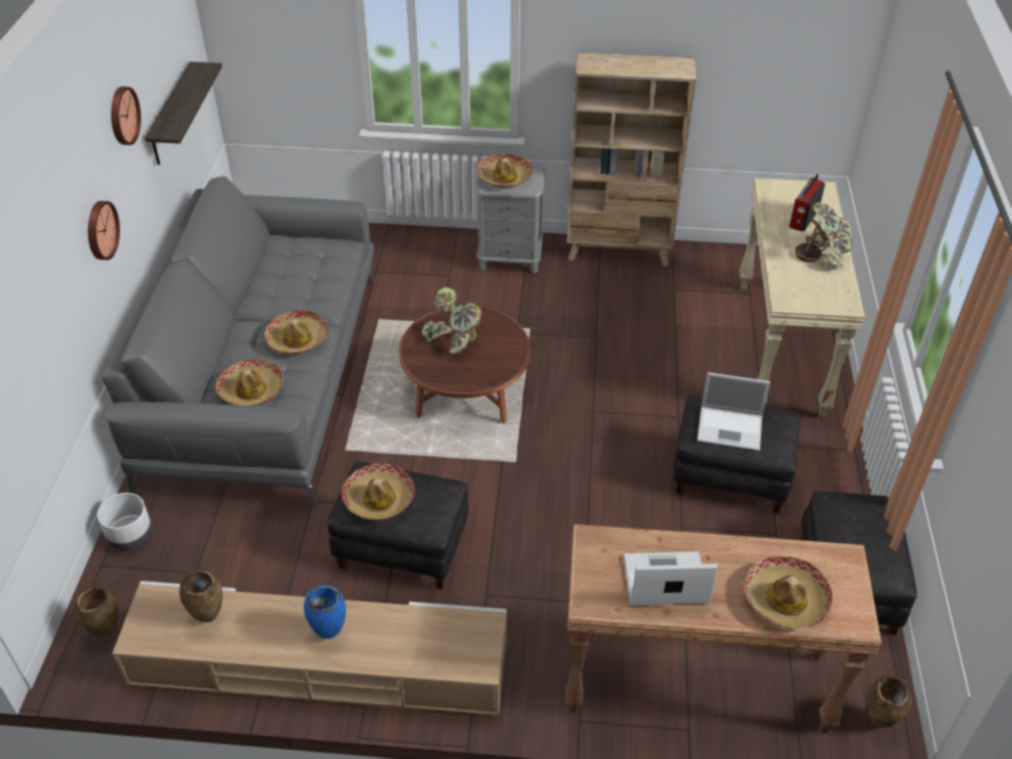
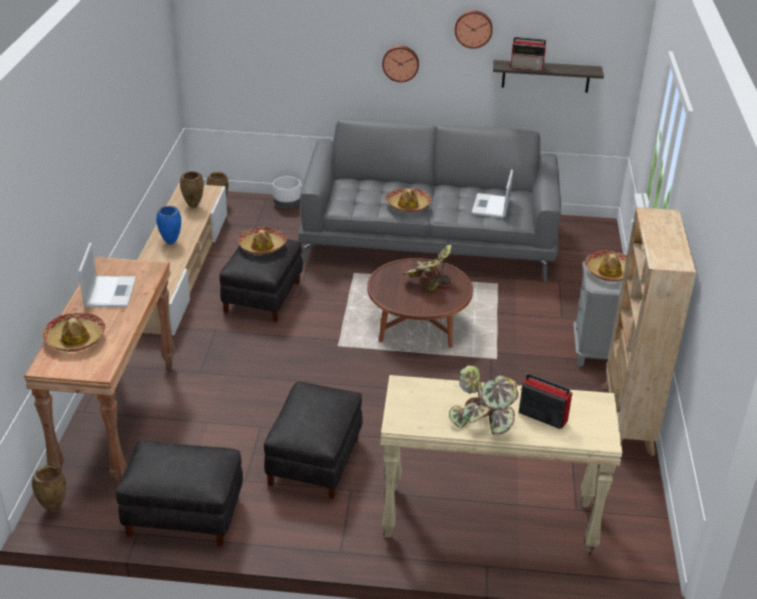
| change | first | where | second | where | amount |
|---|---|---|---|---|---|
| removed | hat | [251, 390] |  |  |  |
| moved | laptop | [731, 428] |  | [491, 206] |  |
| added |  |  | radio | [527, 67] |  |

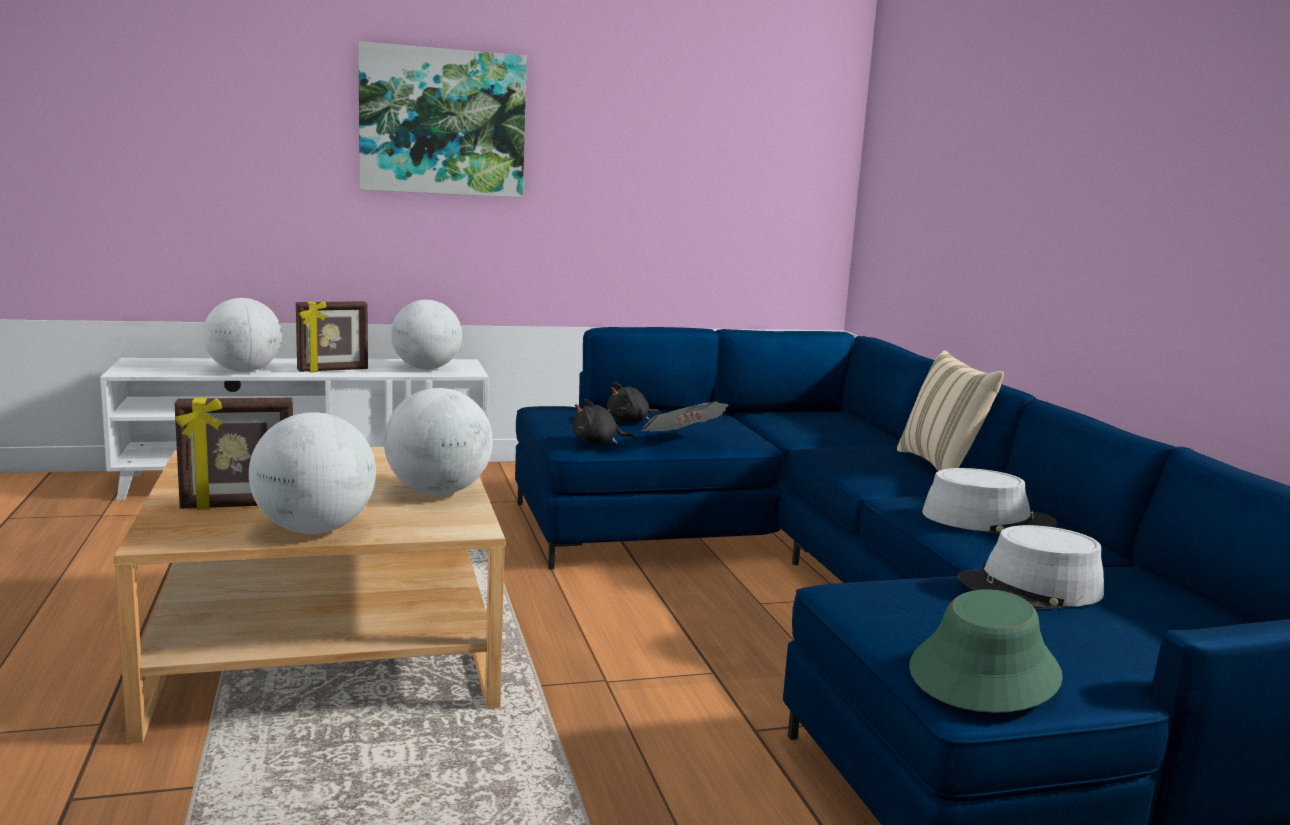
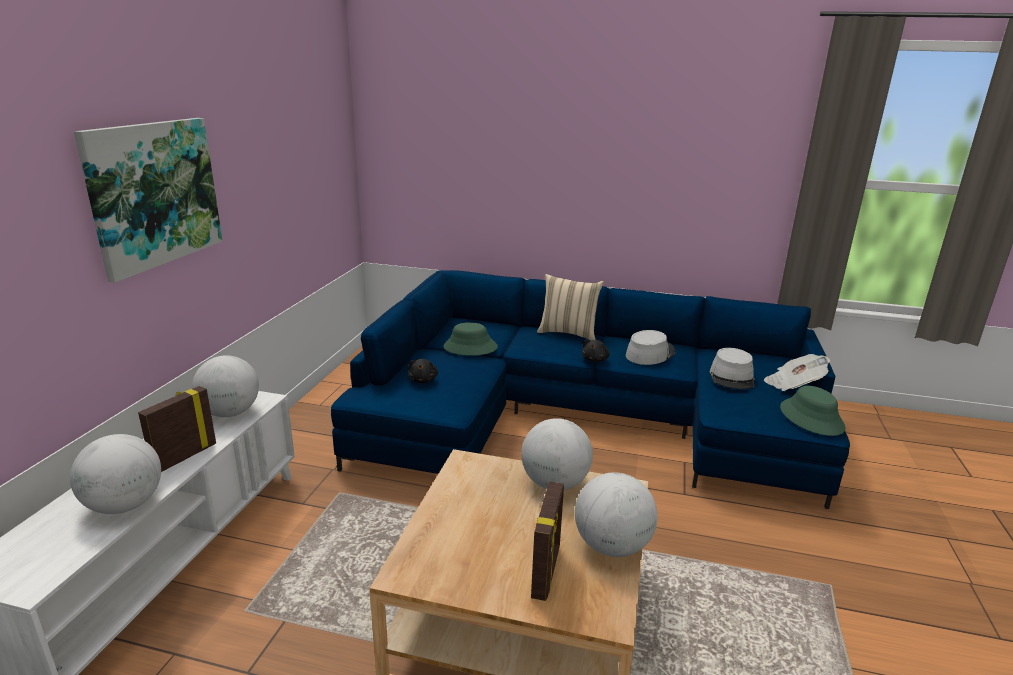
| change | first | where | second | where | amount |
|---|---|---|---|---|---|
| turned | picture frame | [333, 370] |  | [184, 456] | 150 degrees counterclockwise |
| moved | plush toy (black) | [598, 443] |  | [595, 359] |  |
| moved | newspaper | [682, 440] |  | [793, 385] |  |
| added |  |  | hat (green) | [470, 347] |  |

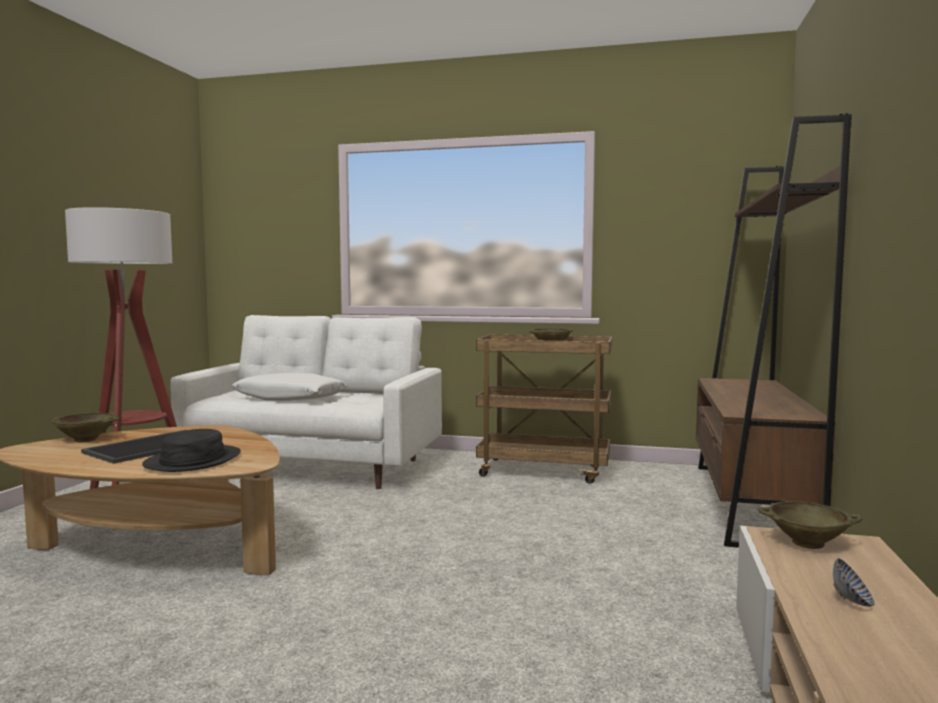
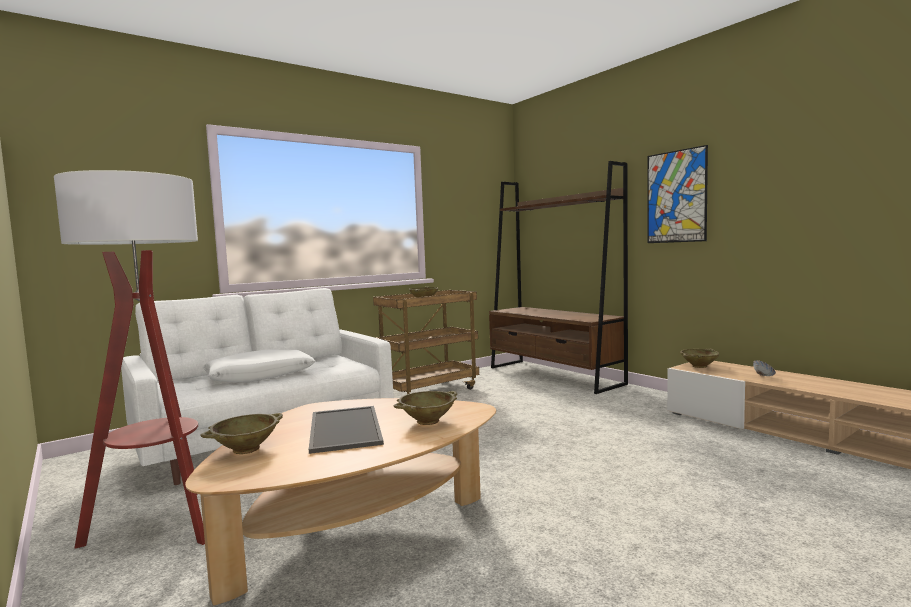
| change | first | where | second | where | amount |
|---|---|---|---|---|---|
| replaced | hat (black) | [193, 460] | bowl (beige) | [427, 421] |  |
| added |  |  | picture | [676, 196] |  |

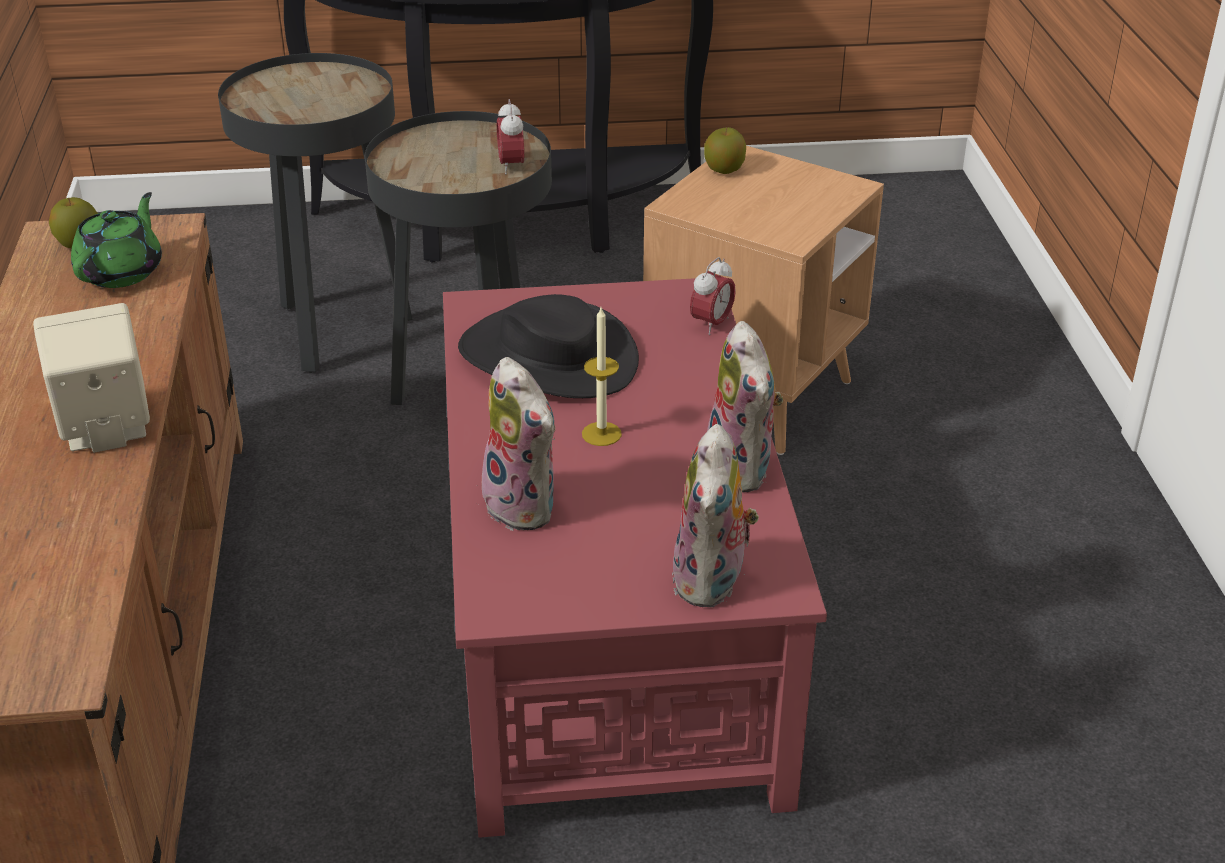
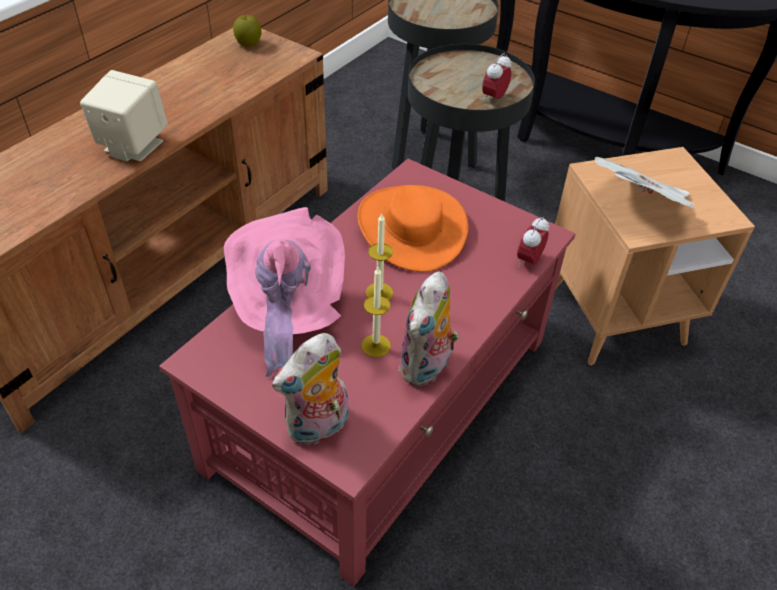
| change | first | where | second | where | amount |
|---|---|---|---|---|---|
| removed | apple | [724, 170] |  |  |  |
| removed | teapot (green) | [122, 272] |  |  |  |
| turned | alarm clock | [711, 324] |  | [529, 261] | 135 degrees clockwise |
| recoloured | hat (black) | [548, 356] | hat (orange) | [412, 228] |  |
| replaced | plush toy | [526, 506] | hat (pink) | [287, 311] |  |
| added |  |  | newspaper | [641, 205] |  |
| added |  |  | candle | [376, 345] |  |

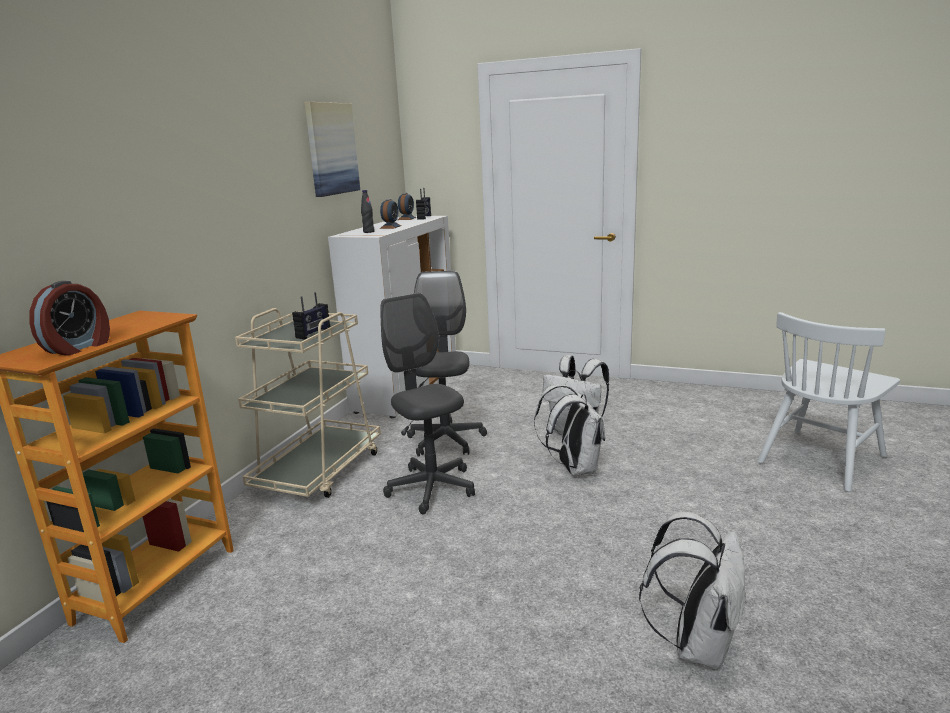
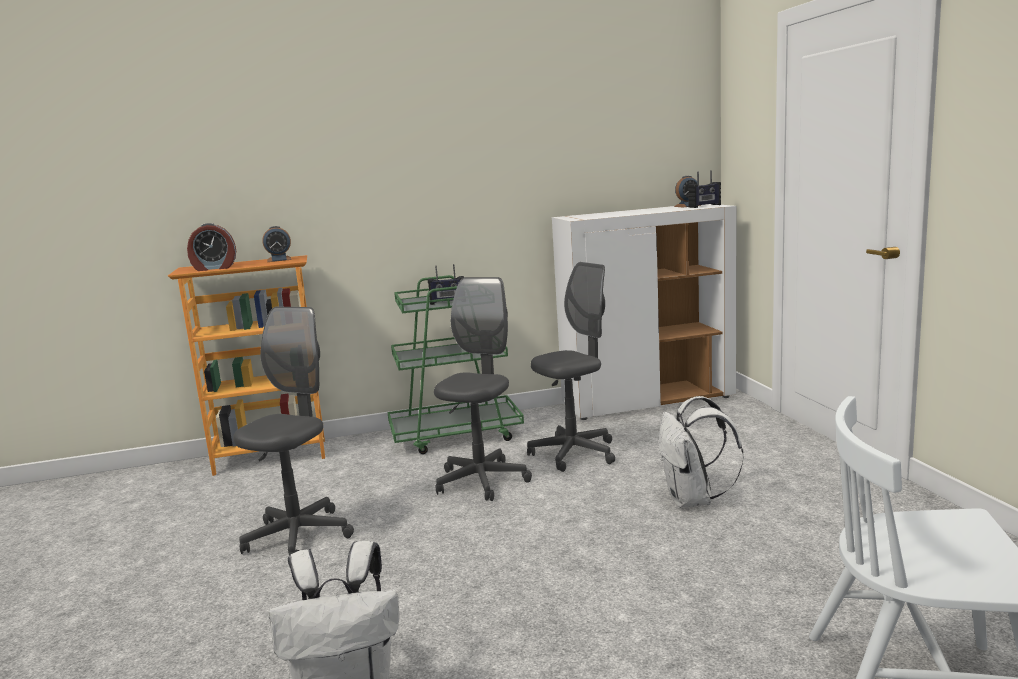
| change | first | where | second | where | amount |
|---|---|---|---|---|---|
| removed | picture | [331, 149] |  |  |  |
| removed | bottle (black) | [368, 232] |  |  |  |
| moved | alarm clock | [390, 227] |  | [279, 260] |  |
| recoloured | cart (beige) | [319, 471] | cart (green) | [456, 435] |  |
| removed | backpack (white) | [574, 468] |  |  |  |
| added |  |  | office chair (grey) | [298, 536] |  |

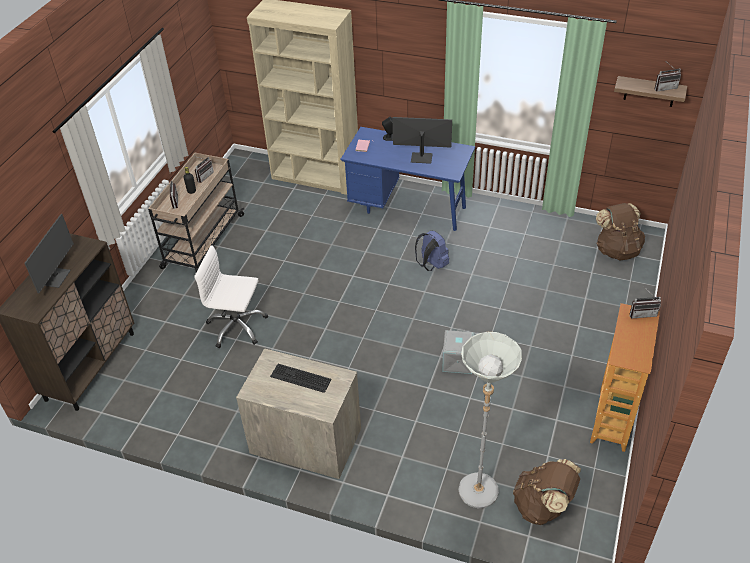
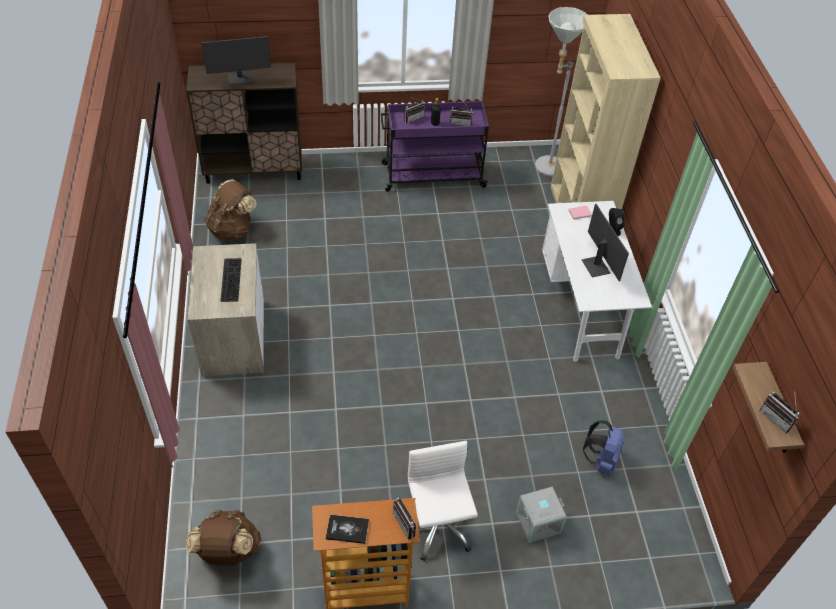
| change | first | where | second | where | amount |
|---|---|---|---|---|---|
| recoloured | desk (blue) | [408, 208] | desk (white) | [582, 309] |  |
| recoloured | cart (beige) | [202, 242] | cart (purple) | [432, 175] |  |
| moved | backpack (brown) | [617, 250] |  | [232, 229] |  |
| moved | backpack (blue) | [431, 265] |  | [601, 460] |  |
| moved | office chair (white) | [236, 327] |  | [437, 525] |  |
| moved | storage box (grey) | [457, 361] |  | [538, 521] |  |
| moved | floor lamp (grey) | [477, 498] |  | [543, 167] |  |
| added |  |  | book | [347, 529] |  |

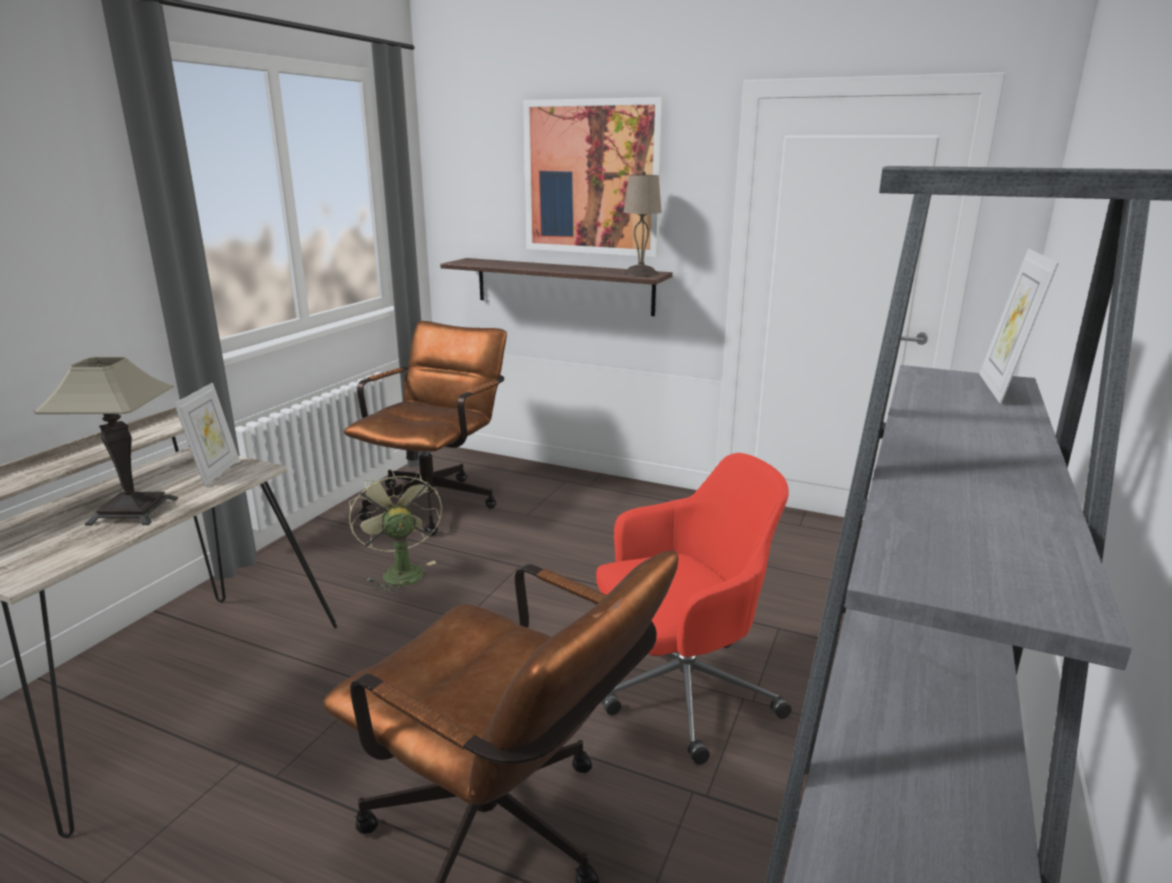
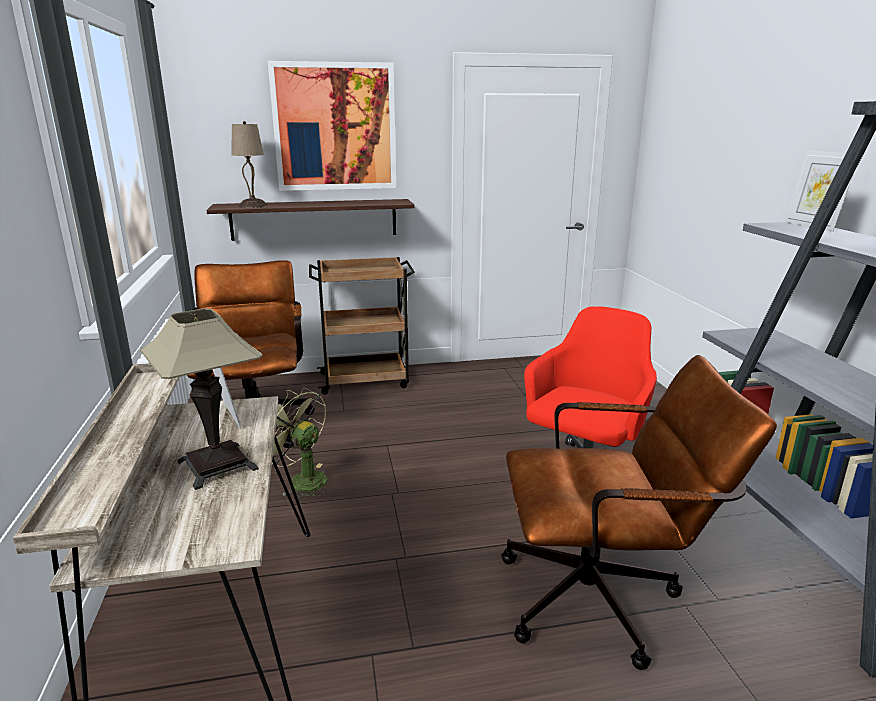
| change | first | where | second | where | amount |
|---|---|---|---|---|---|
| moved | table lamp (beige) | [639, 273] |  | [252, 205] |  |
| added |  |  | cart (brown) | [366, 380] |  |

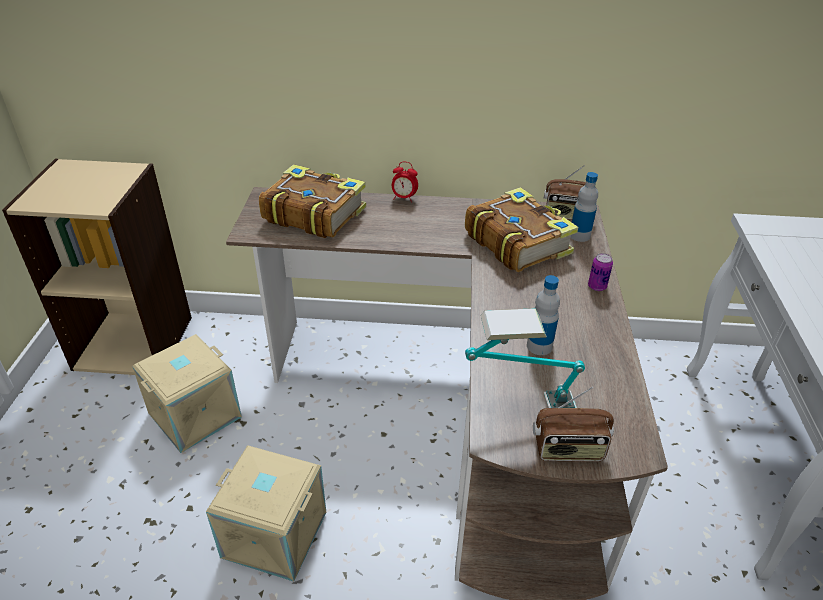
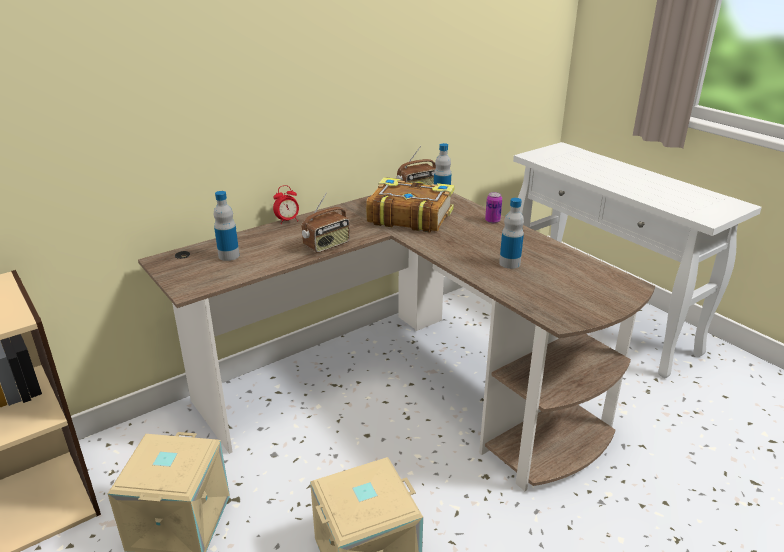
| change | first | where | second | where | amount |
|---|---|---|---|---|---|
| replaced | book | [313, 213] | bottle | [229, 256] |  |
| removed | table lamp | [519, 404] |  |  |  |
| moved | radio | [568, 450] |  | [327, 245] |  |

